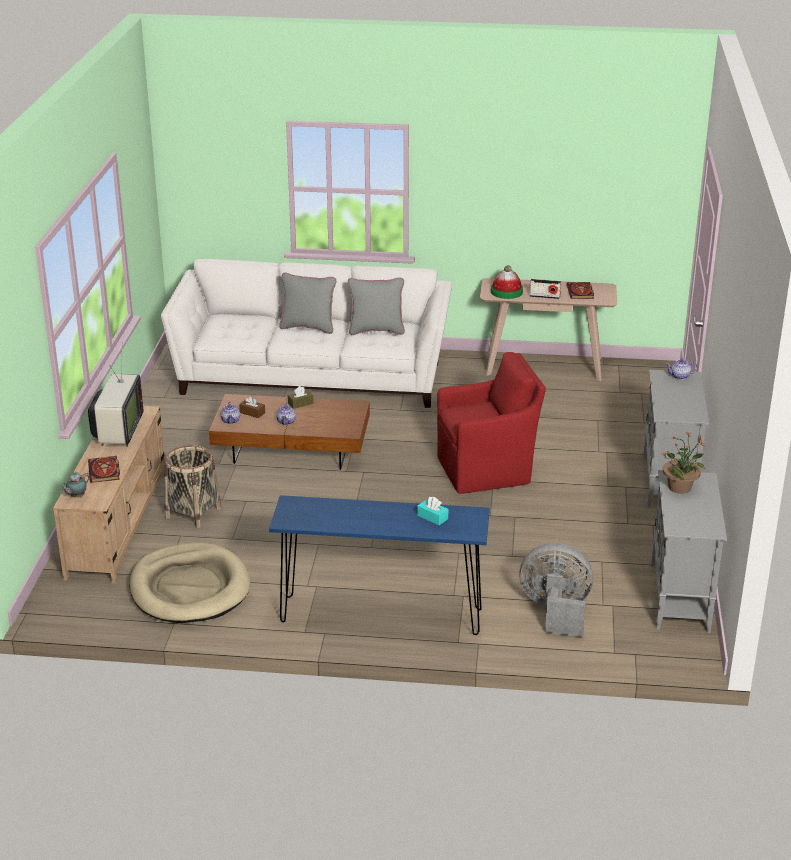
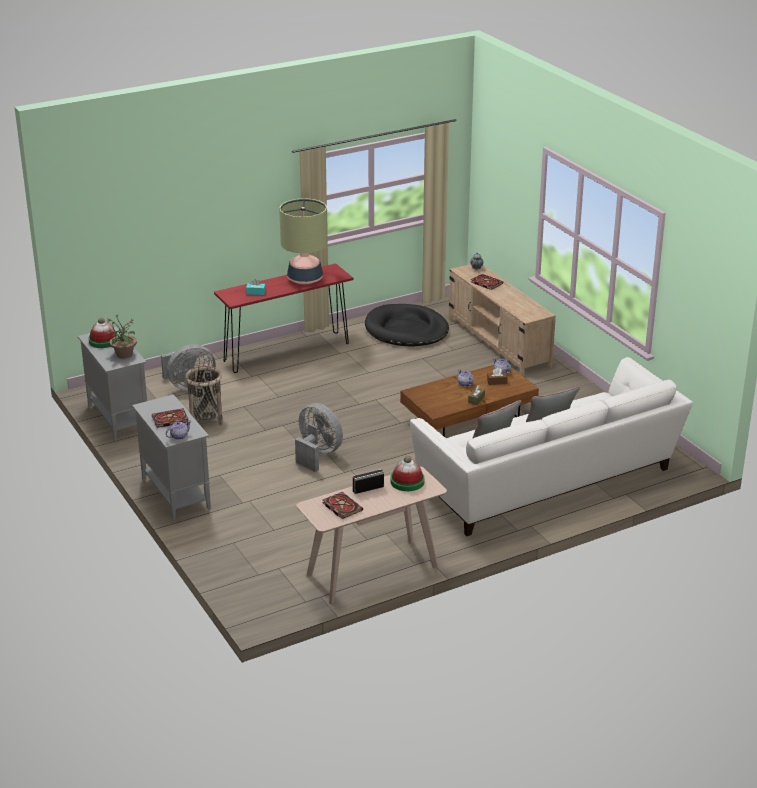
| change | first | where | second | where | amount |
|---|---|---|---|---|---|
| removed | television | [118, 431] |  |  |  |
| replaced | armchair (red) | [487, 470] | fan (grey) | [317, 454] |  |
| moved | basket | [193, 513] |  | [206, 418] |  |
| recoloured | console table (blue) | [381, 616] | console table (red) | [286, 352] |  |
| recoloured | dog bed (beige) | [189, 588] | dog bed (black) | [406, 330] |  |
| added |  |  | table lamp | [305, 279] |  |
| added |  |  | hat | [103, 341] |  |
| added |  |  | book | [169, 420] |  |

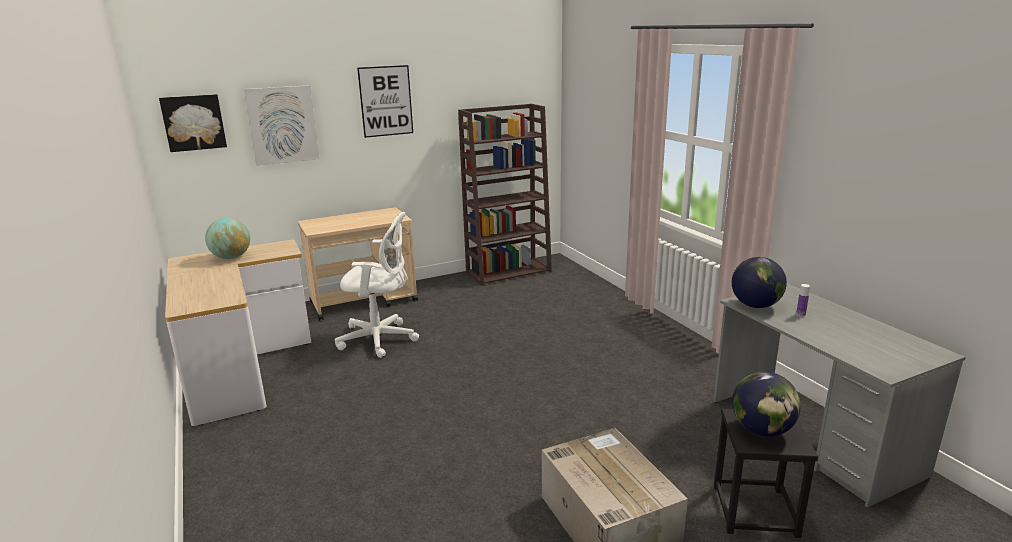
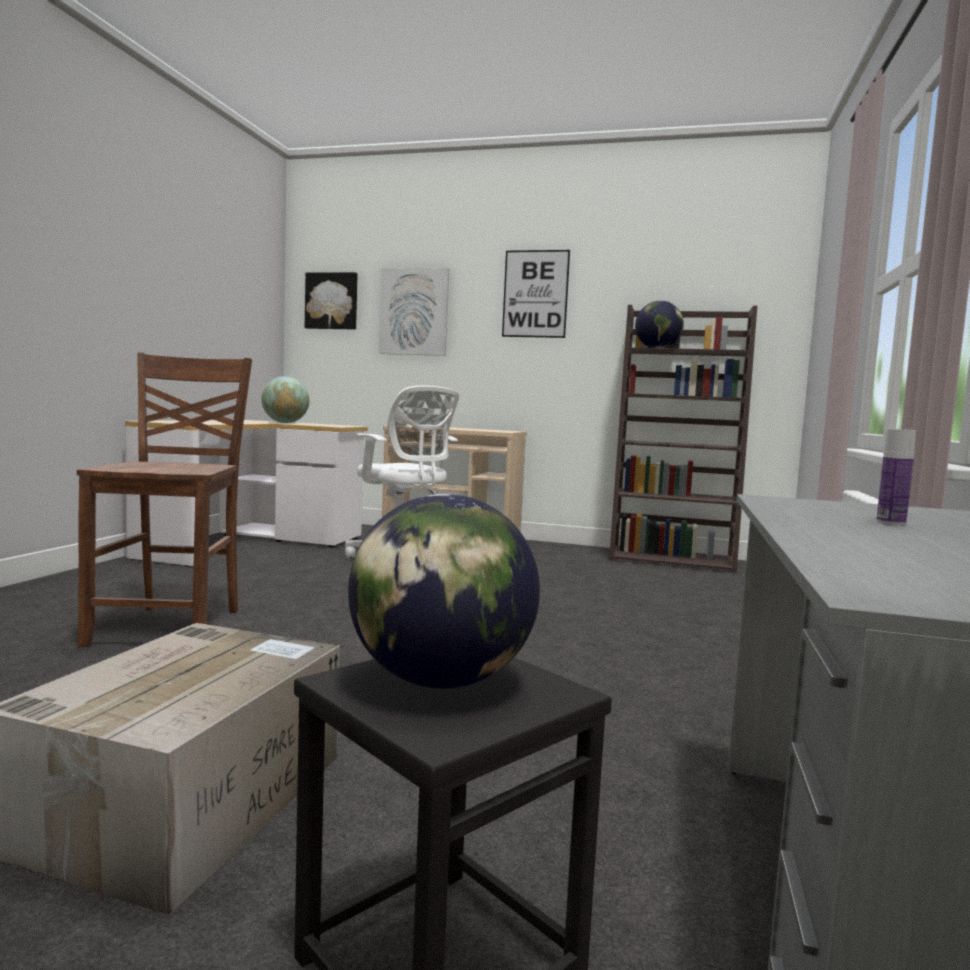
| change | first | where | second | where | amount |
|---|---|---|---|---|---|
| moved | globe | [755, 305] |  | [657, 349] |  |
| added |  |  | chair (brown) | [172, 626] |  |

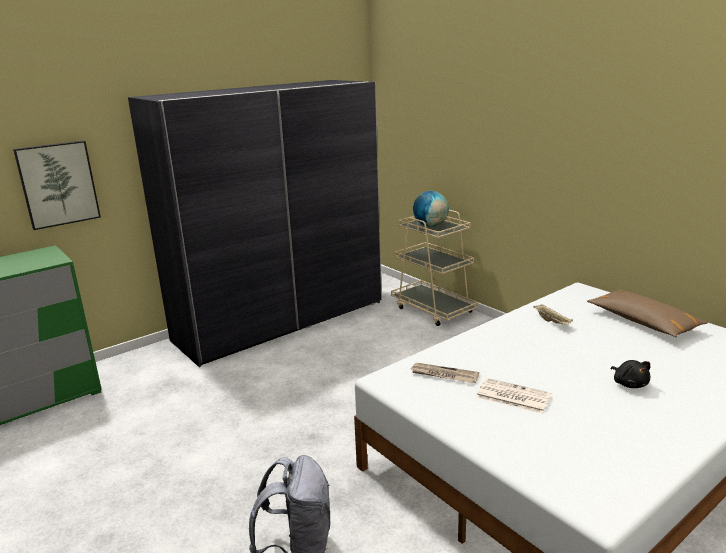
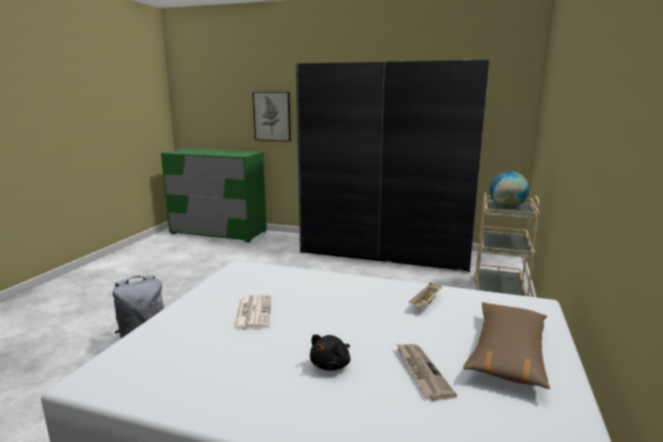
| change | first | where | second | where | amount |
|---|---|---|---|---|---|
| moved | newspaper | [443, 375] |  | [421, 372] |  |

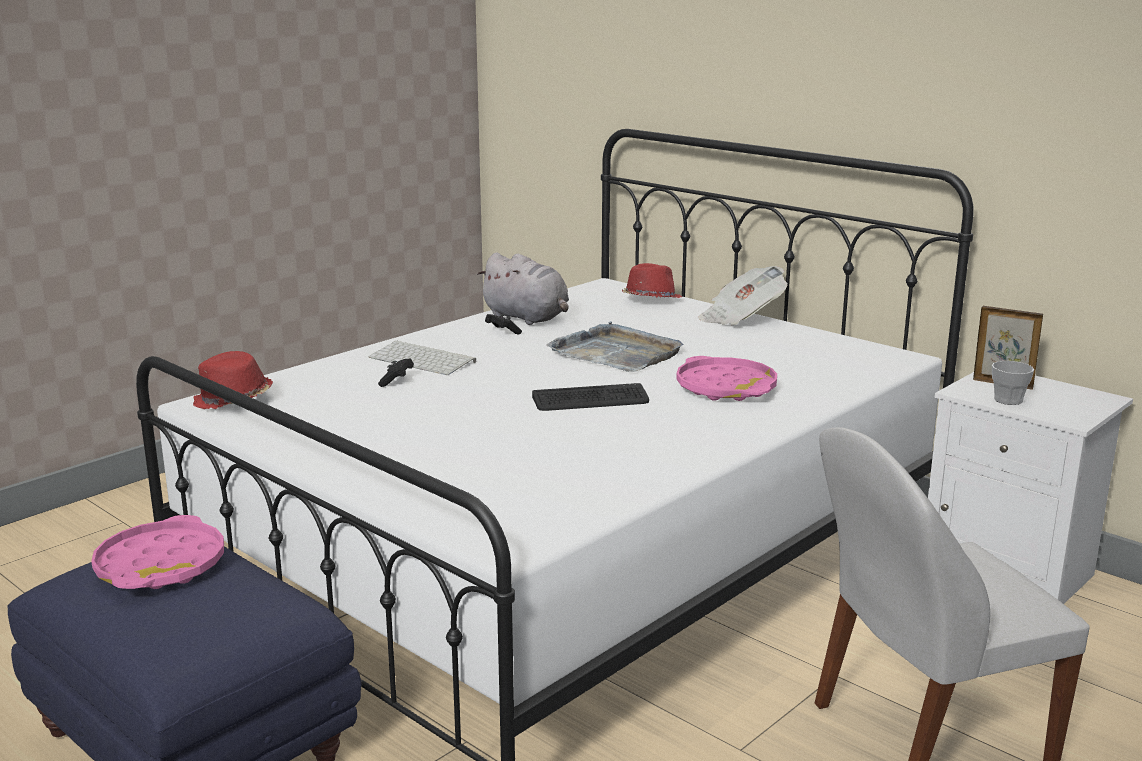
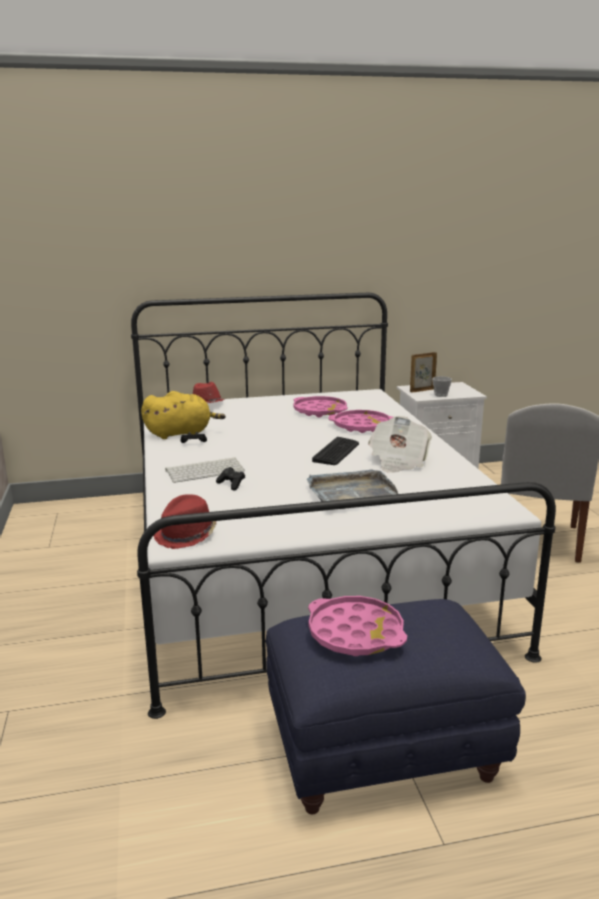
| change | first | where | second | where | amount |
|---|---|---|---|---|---|
| recoloured | plush toy (grey) | [528, 318] | plush toy (yellow) | [181, 433] |  |
| moved | newspaper | [741, 318] |  | [398, 461] |  |
| moved | tray (grey) | [616, 353] |  | [352, 494] |  |
| added |  |  | tray (pink) | [320, 411] |  |

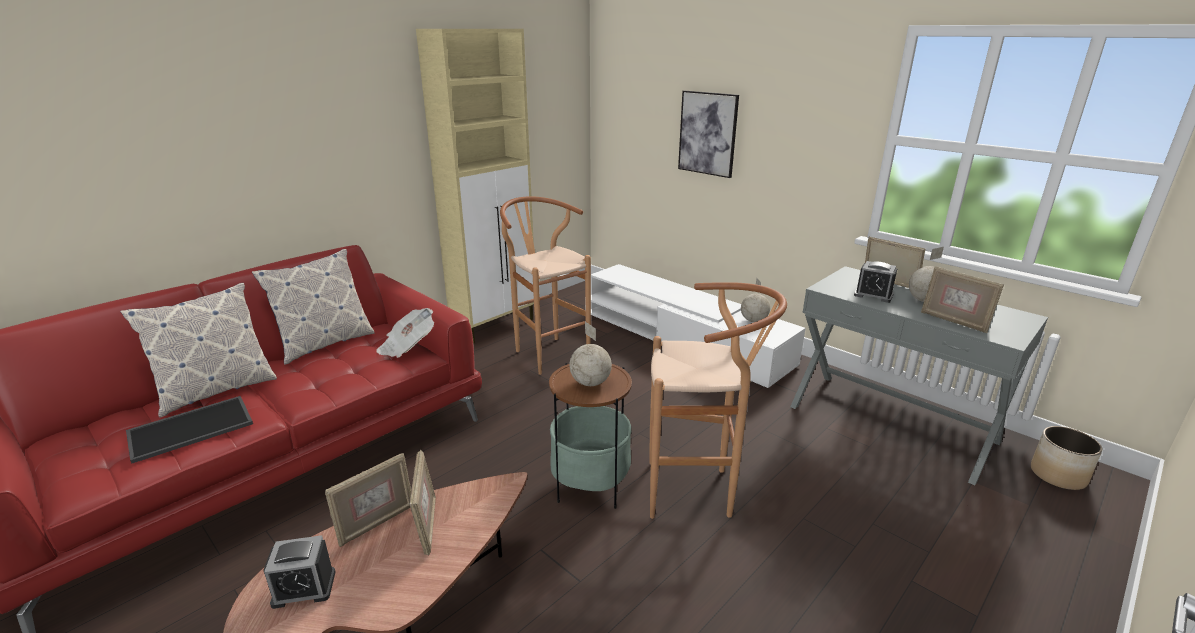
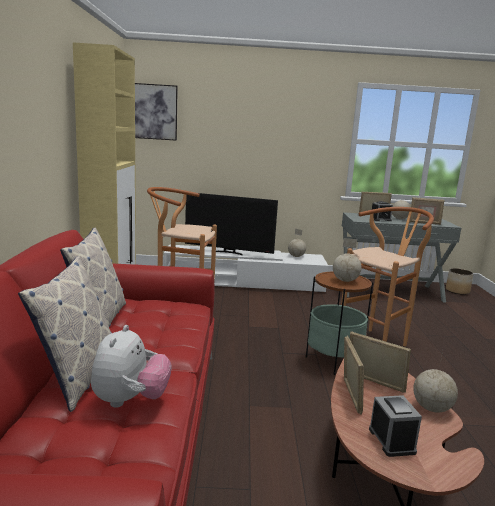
| change | first | where | second | where | amount |
|---|---|---|---|---|---|
| moved | picture | [708, 133] |  | [155, 112] |  |
| removed | newspaper | [407, 347] |  |  |  |
| replaced | tray | [191, 427] | plush toy | [130, 400] |  |
| turned | alarm clock | [304, 588] |  | [391, 440] | 45 degrees counterclockwise |
| added |  |  | television | [228, 252] |  |
| added |  |  | globe | [432, 408] |  |

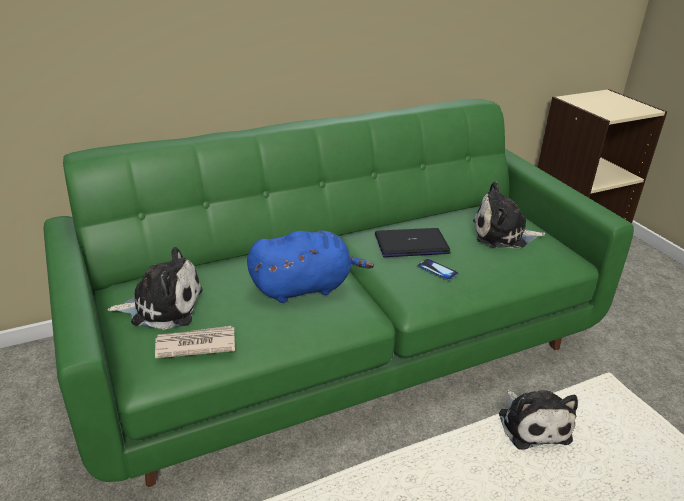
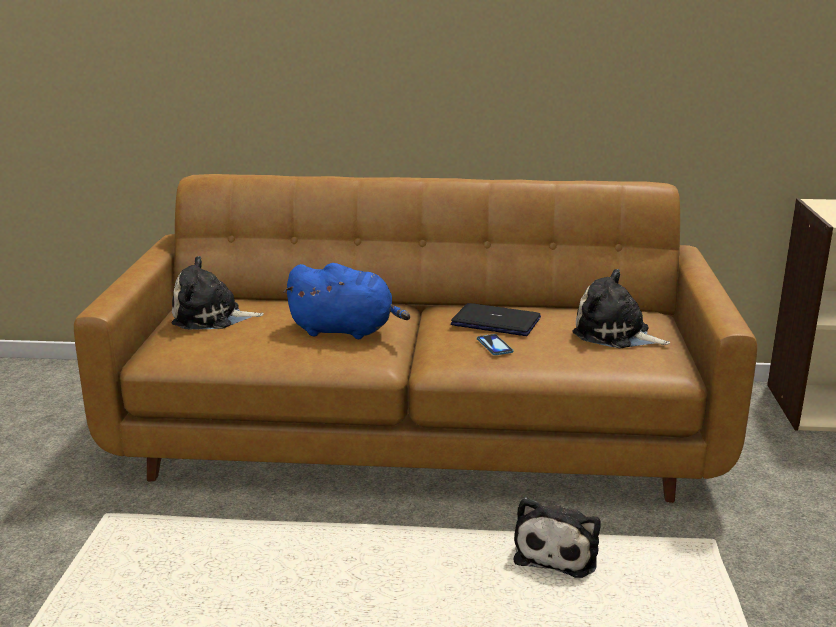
| change | first | where | second | where | amount |
|---|---|---|---|---|---|
| recoloured | sofa (green) | [339, 341] | sofa (brown) | [418, 430] |  |
| turned | plush toy | [162, 306] |  | [211, 318] | 150 degrees clockwise |
| removed | newspaper | [195, 344] |  |  |  |

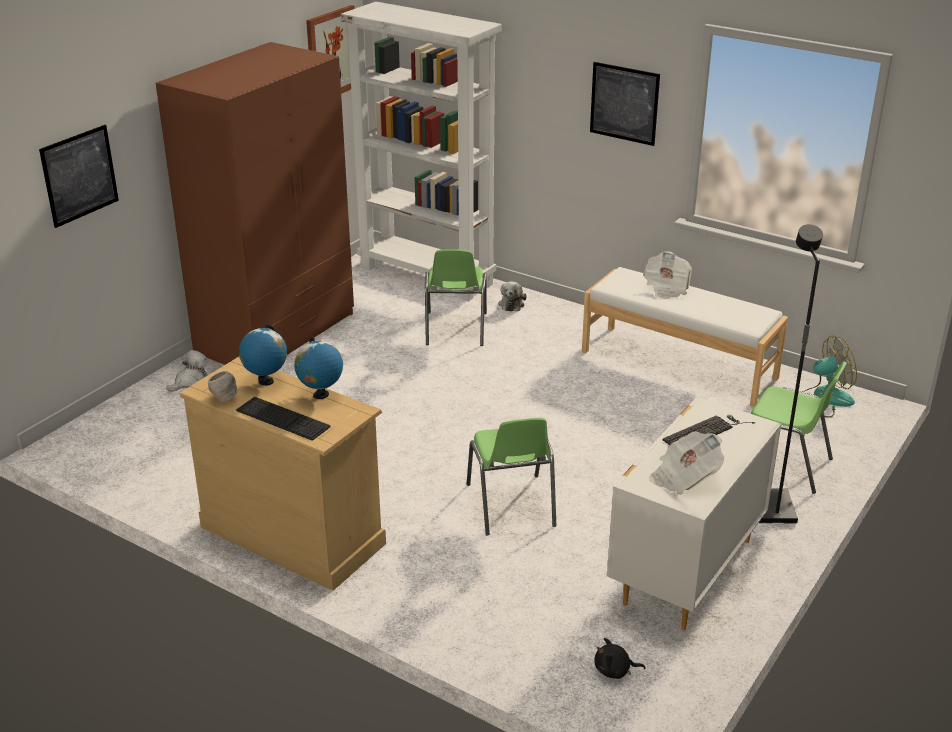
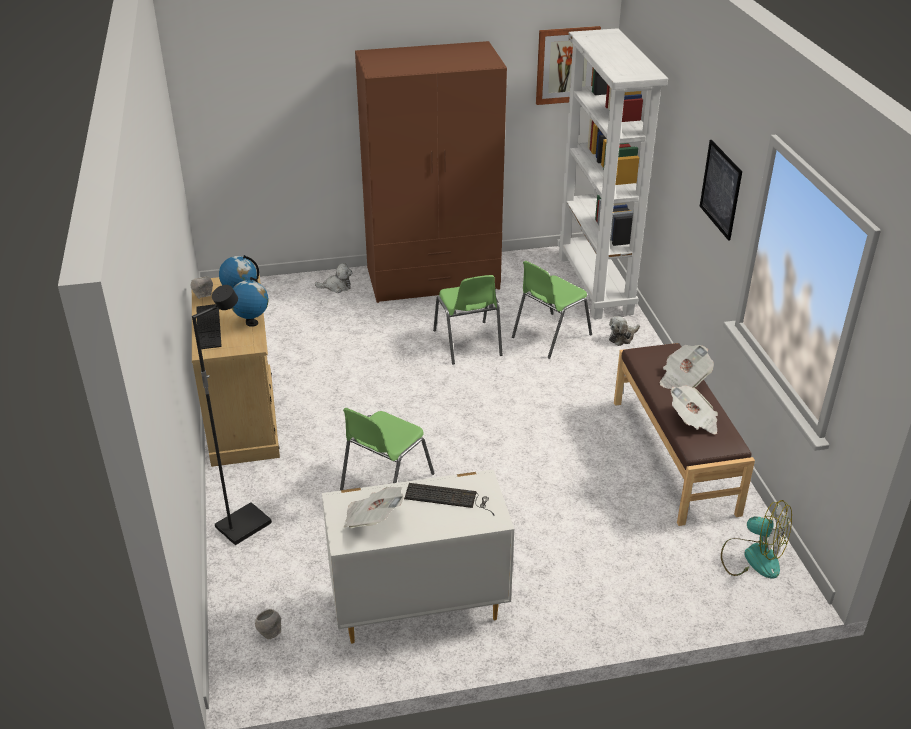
| change | first | where | second | where | amount |
|---|---|---|---|---|---|
| removed | picture | [79, 175] |  |  |  |
| moved | floor lamp (black) | [771, 508] |  | [243, 525] |  |
| recoloured | bench (white) | [679, 364] | bench (brown) | [674, 455] |  |
| moved | chair (green) | [784, 465] |  | [468, 343] |  |
| replaced | plush toy (black) | [614, 671] | bowl (grey) | [270, 633] |  |
| added |  |  | newspaper | [693, 421] |  |

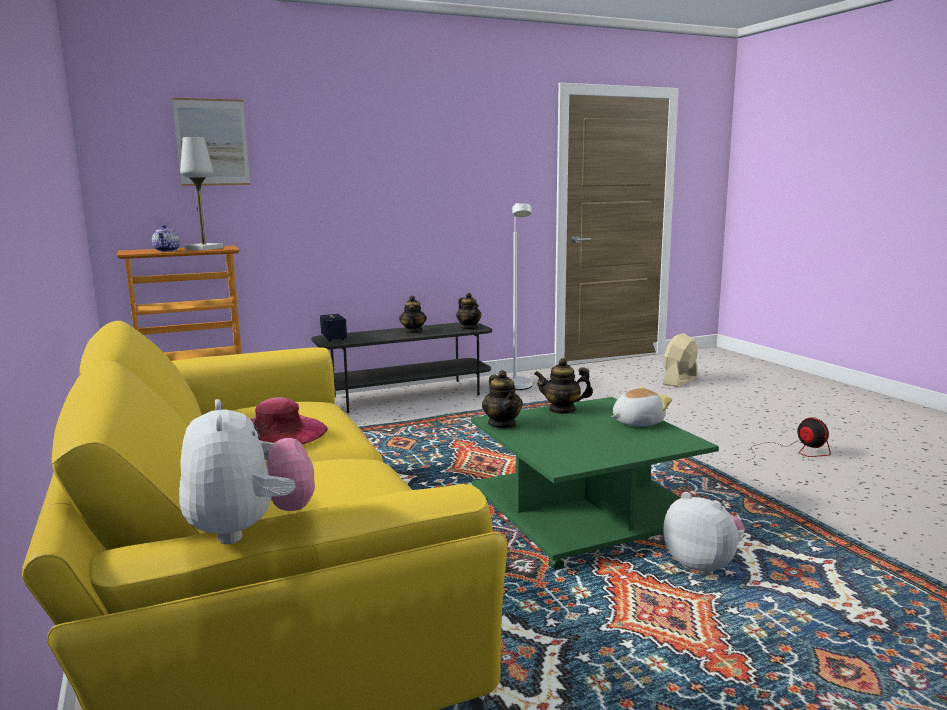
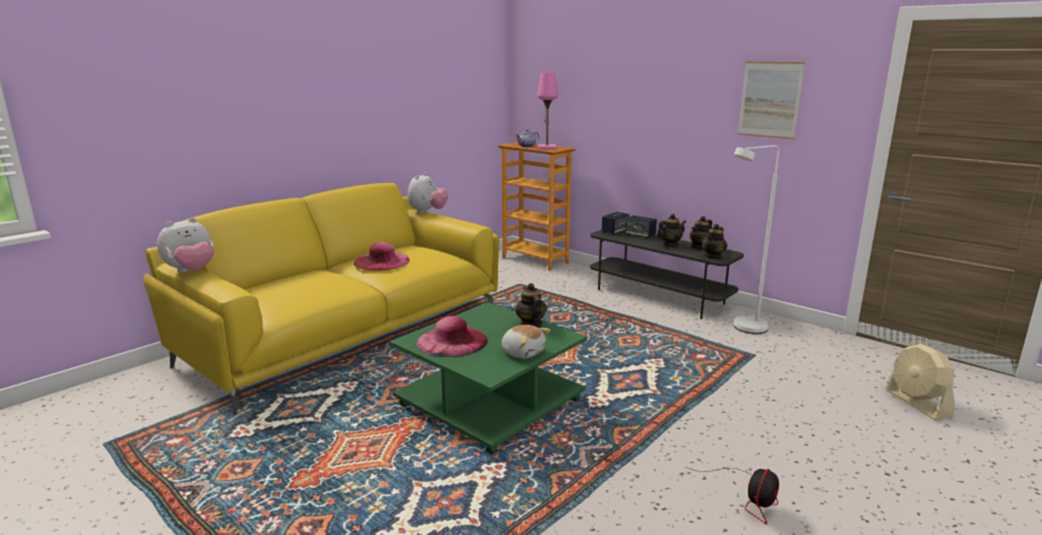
| change | first | where | second | where | amount |
|---|---|---|---|---|---|
| moved | picture | [212, 142] |  | [770, 100] |  |
| recoloured | table lamp (white) | [204, 248] | table lamp (pink) | [547, 148] |  |
| turned | fan (beige) | [679, 381] |  | [917, 403] | 120 degrees counterclockwise |
| moved | teapot | [502, 424] |  | [700, 247] |  |
| moved | plush toy | [702, 565] |  | [427, 212] |  |
| added |  |  | speaker | [640, 235] |  |
| added |  |  | hat (pink) | [452, 341] |  |

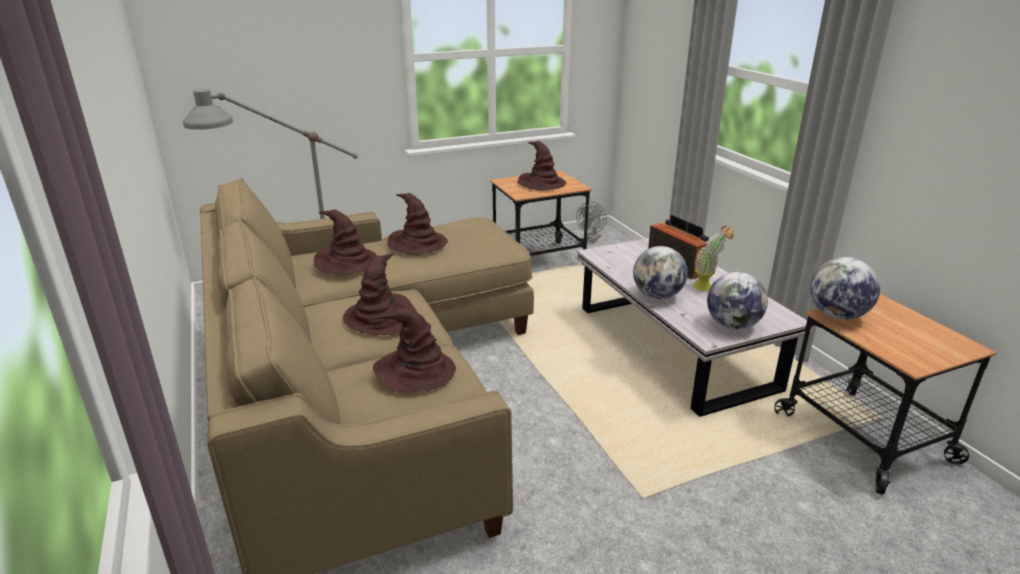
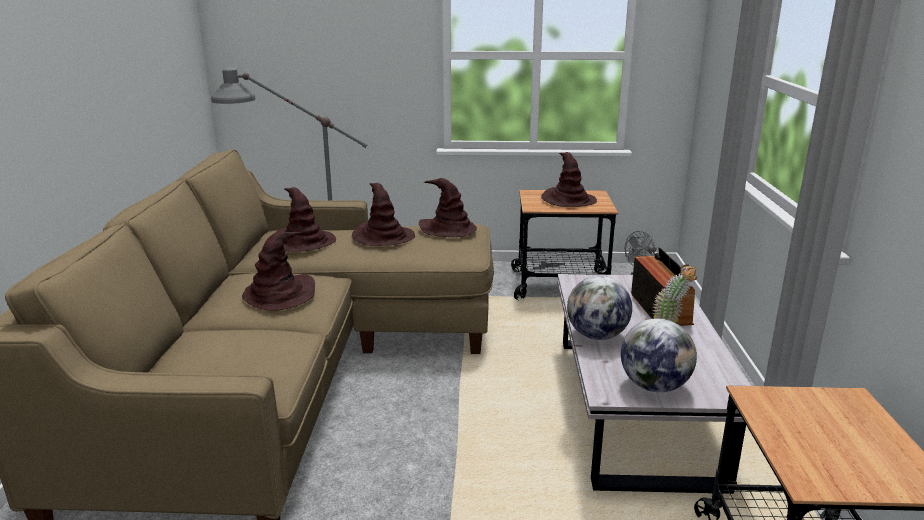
| change | first | where | second | where | amount |
|---|---|---|---|---|---|
| removed | globe | [837, 315] |  |  |  |
| moved | hat (brown) | [415, 371] |  | [448, 229] |  |

